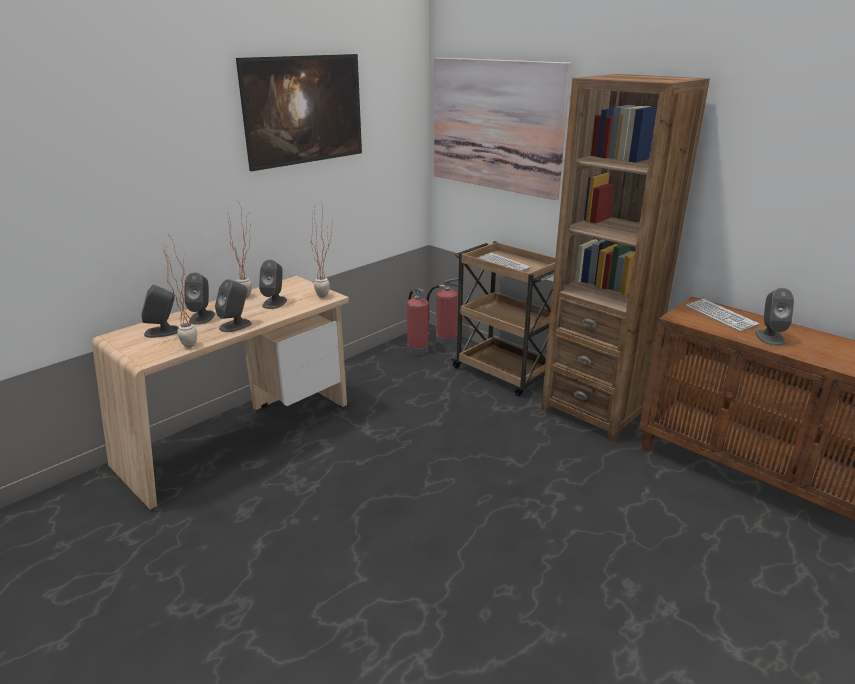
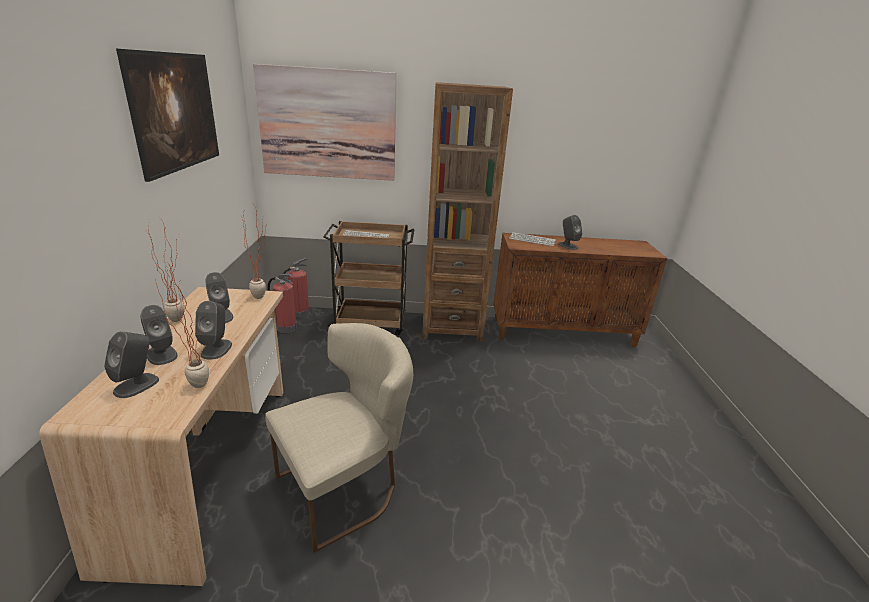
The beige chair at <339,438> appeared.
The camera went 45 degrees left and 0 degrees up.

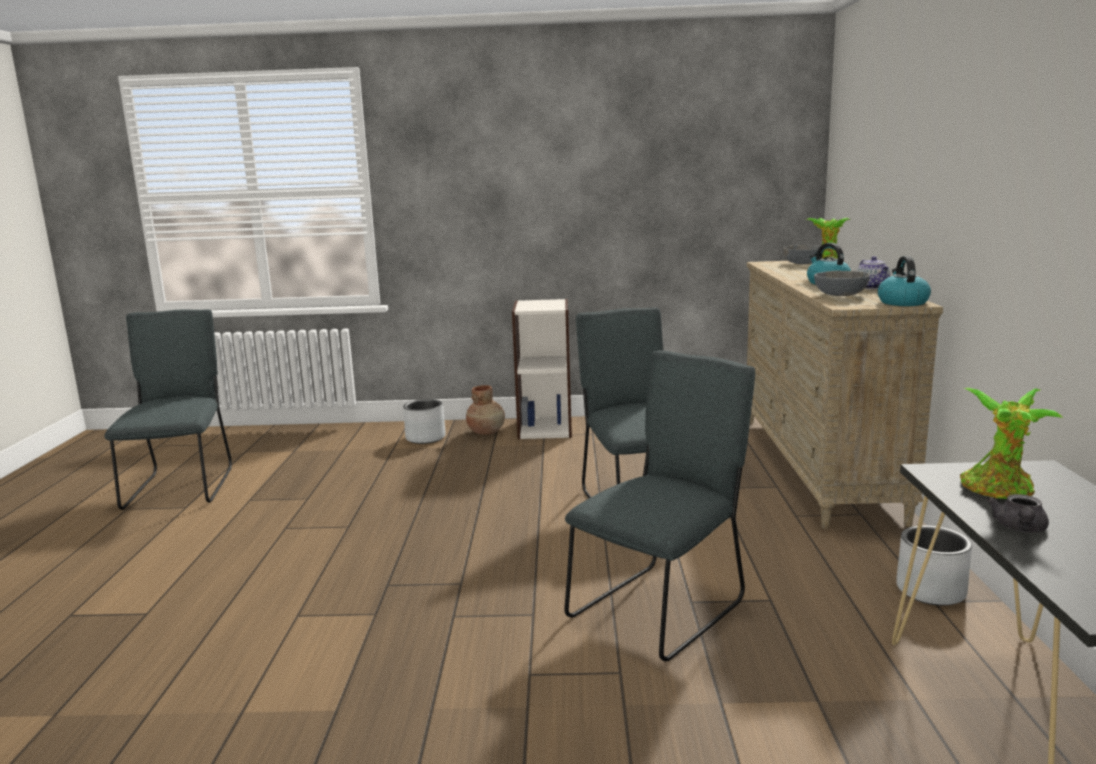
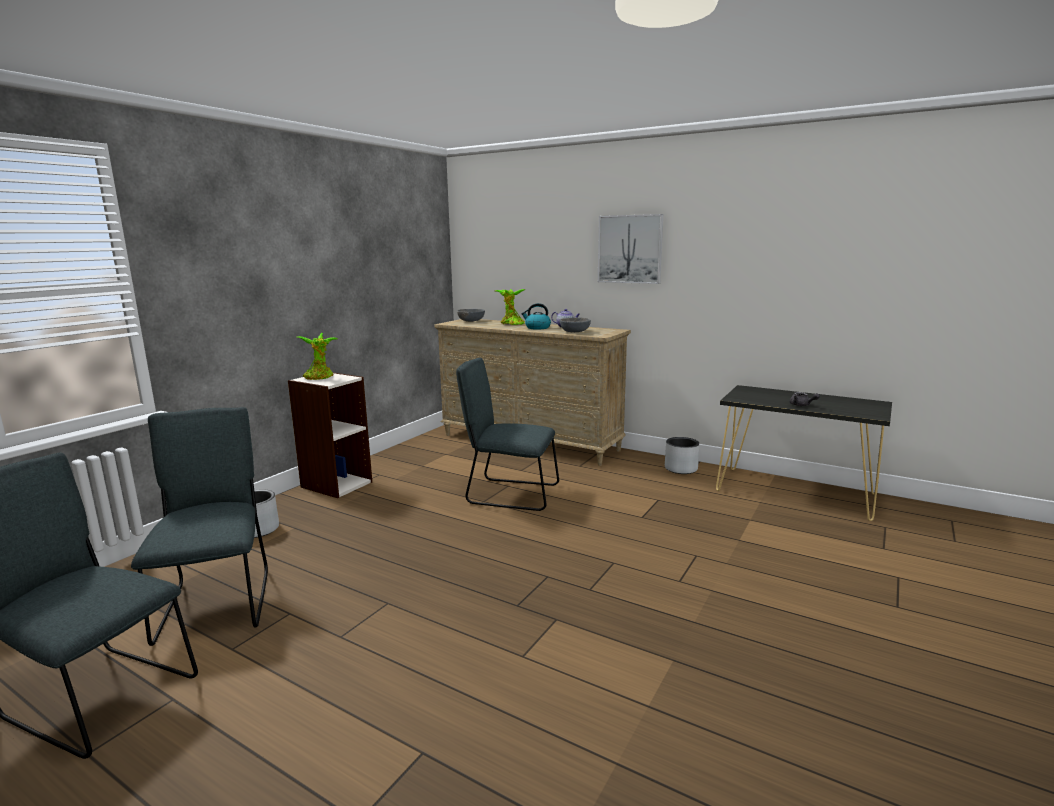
The grey chair moved from <660,505> to <199,526>.
The potted plant moved from <1011,443> to <317,356>.
The picture at <630,249> appeared.
The brown vase at <485,410> disappeared.
The kettle at <904,281> disappeared.
The camera went 60 degrees left and 0 degrees up.

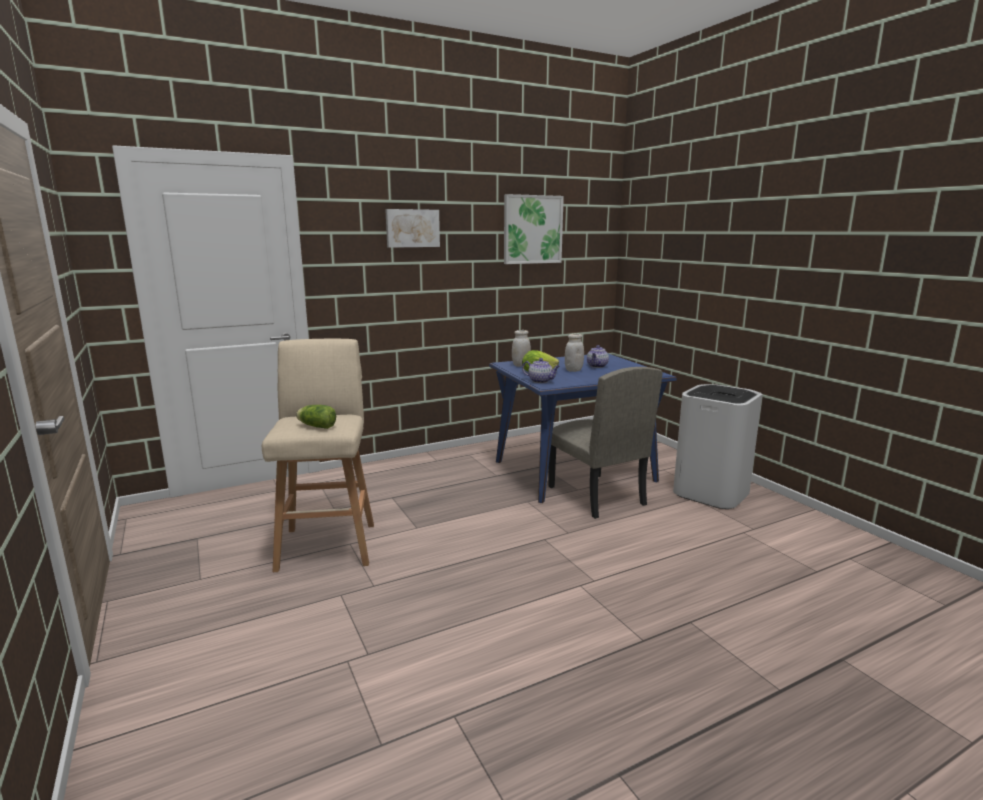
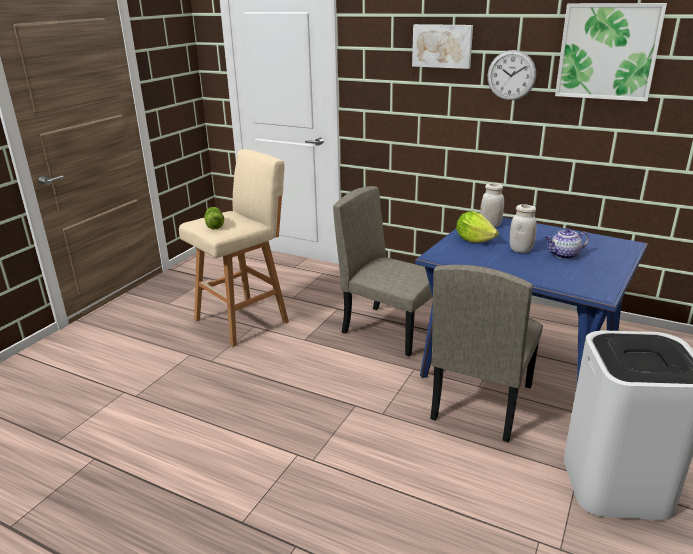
The beige chair at <382,271> appeared.
The wall clock at <511,75> appeared.
The teapot at <541,370> disappeared.
The camera went 55 degrees right and 10 degrees up.

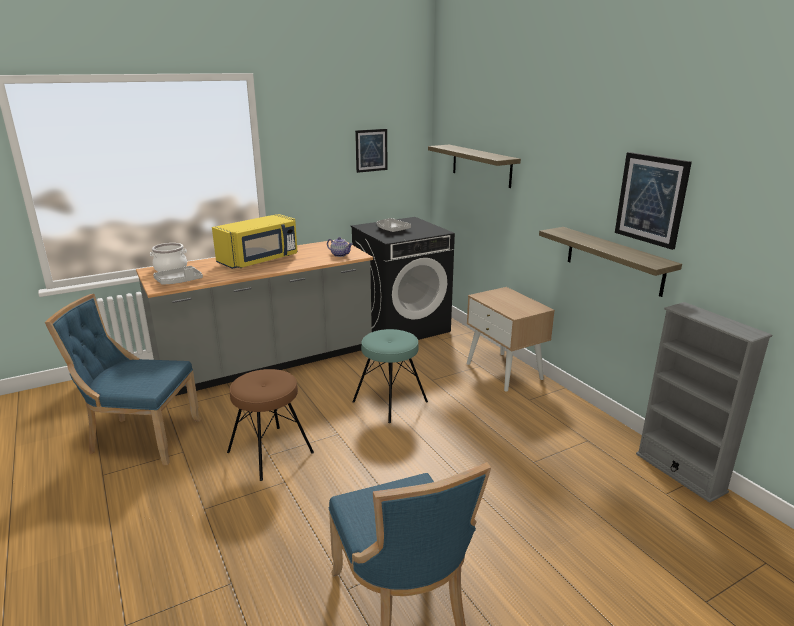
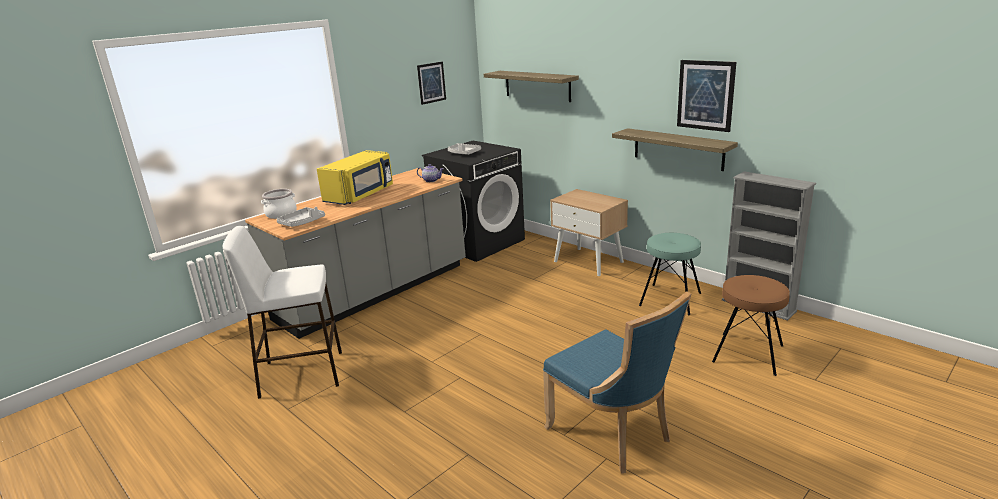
The blue chair at <123,379> was replaced by the white stool at <282,312>.
The turquoise stool moved from <390,376> to <670,274>.
The brown stool moved from <270,425> to <751,325>.
The camera went 15 degrees left and 0 degrees up.

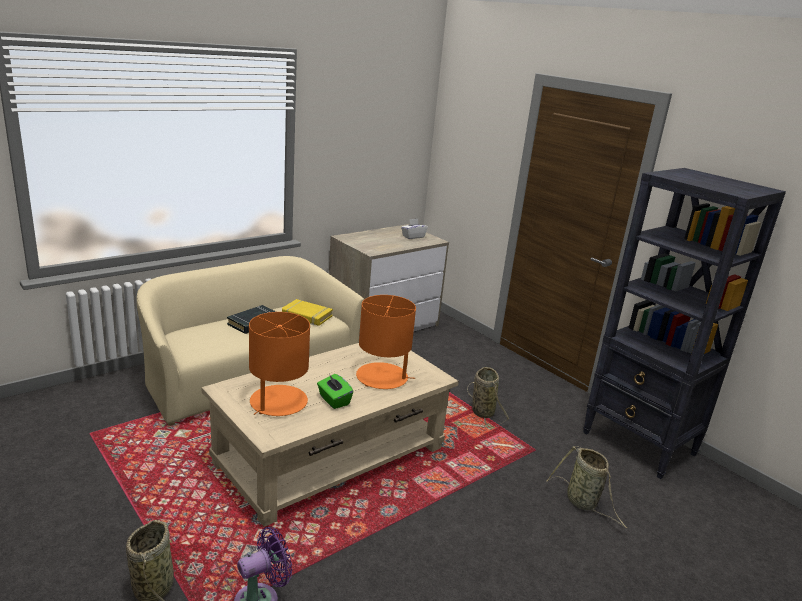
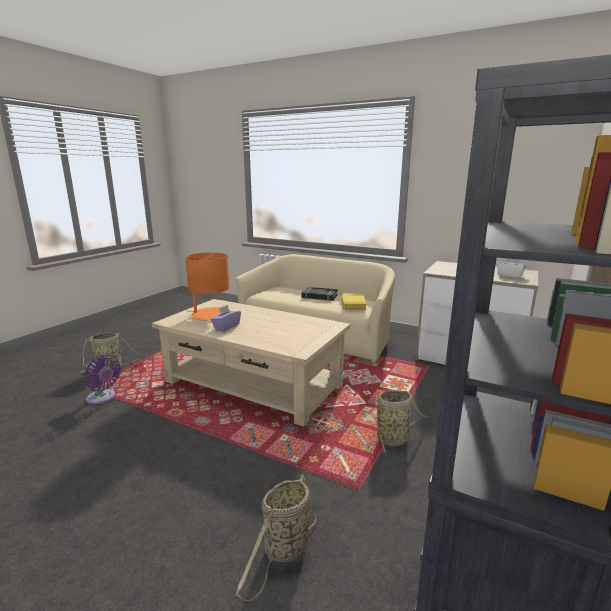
The green tissue box at <335,391> became the purple tissue box at <226,318>.
The orange table lamp at <386,342> disappeared.
The camera went 70 degrees right and 5 degrees down.

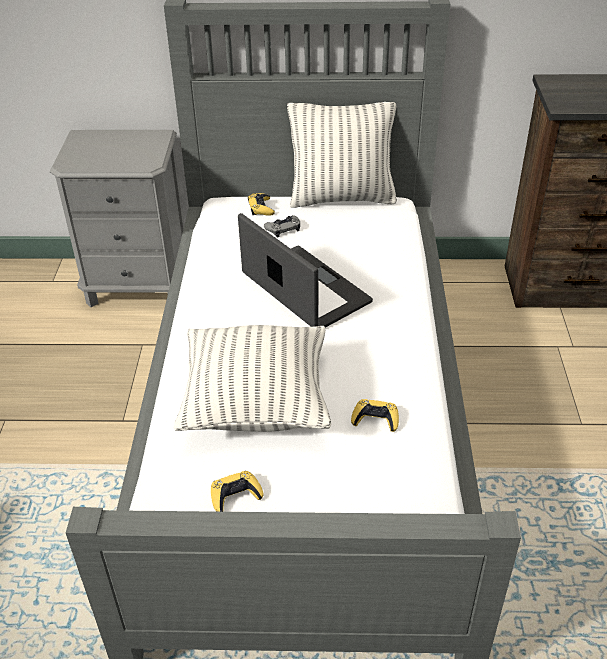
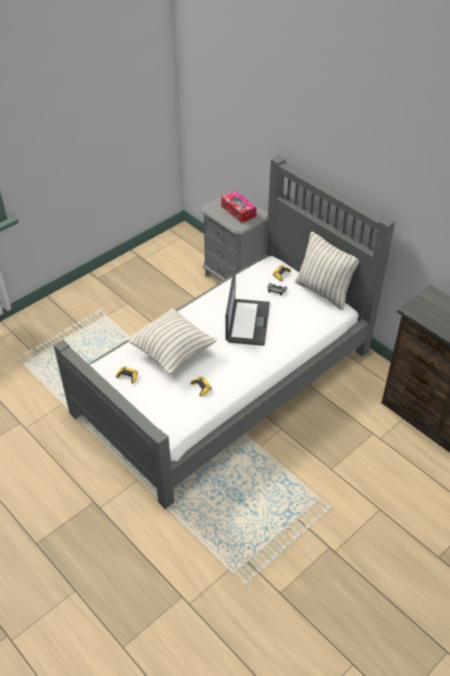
The tissue box at <238,207> appeared.
The camera went 45 degrees right and 5 degrees up.

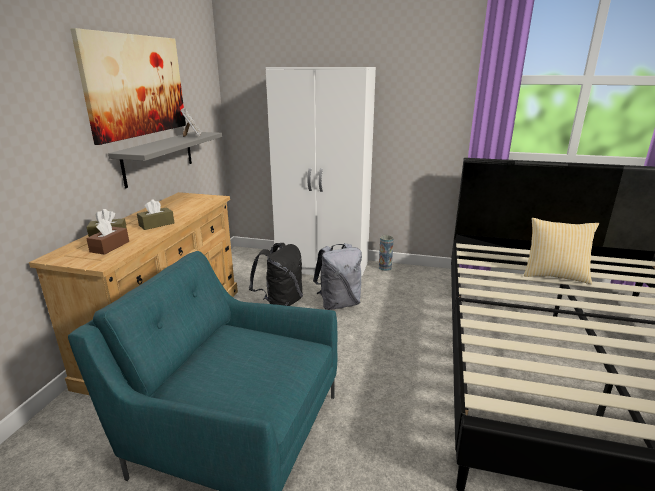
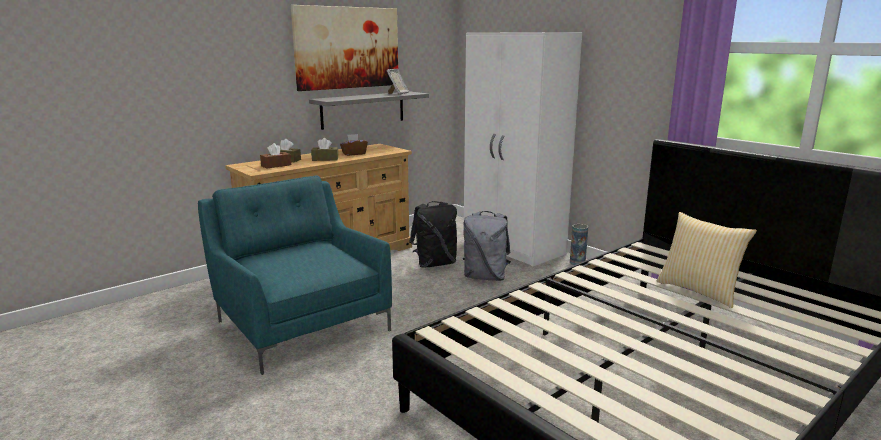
The brown tissue box at <354,145> appeared.
The camera went 35 degrees right and 5 degrees down.

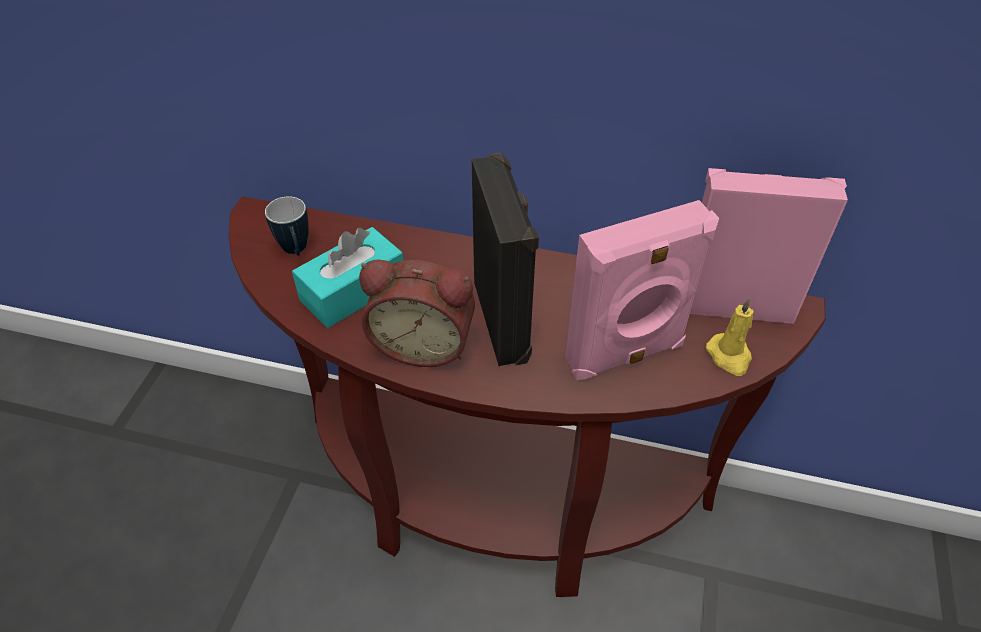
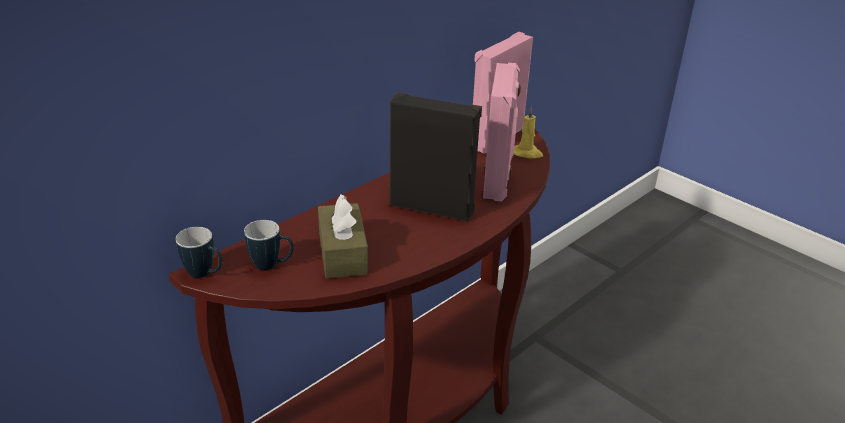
The mug at <198,252> appeared.
The turquoise tissue box at <347,277> became the brown tissue box at <343,236>.
The alarm clock at <417,313> disappeared.
The camera went 60 degrees left and 15 degrees down.

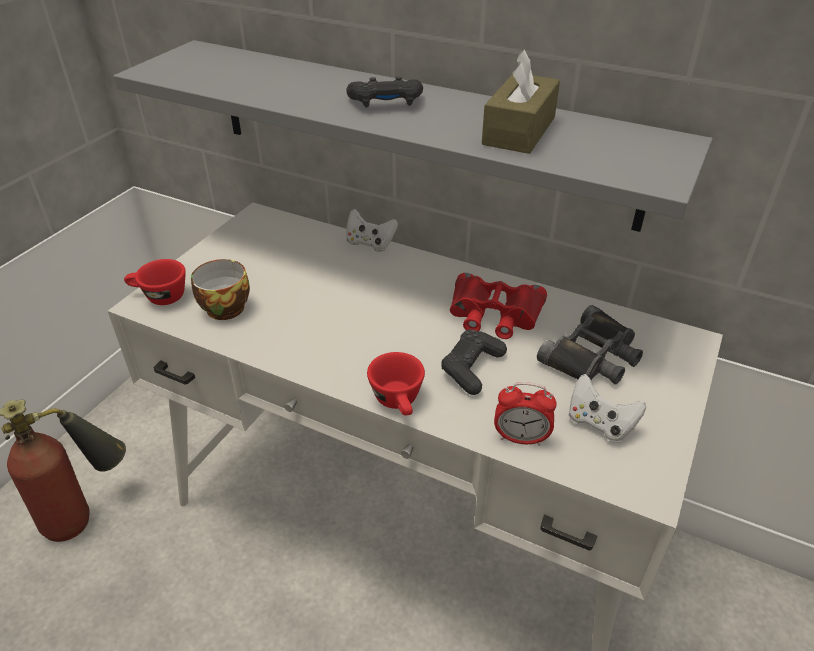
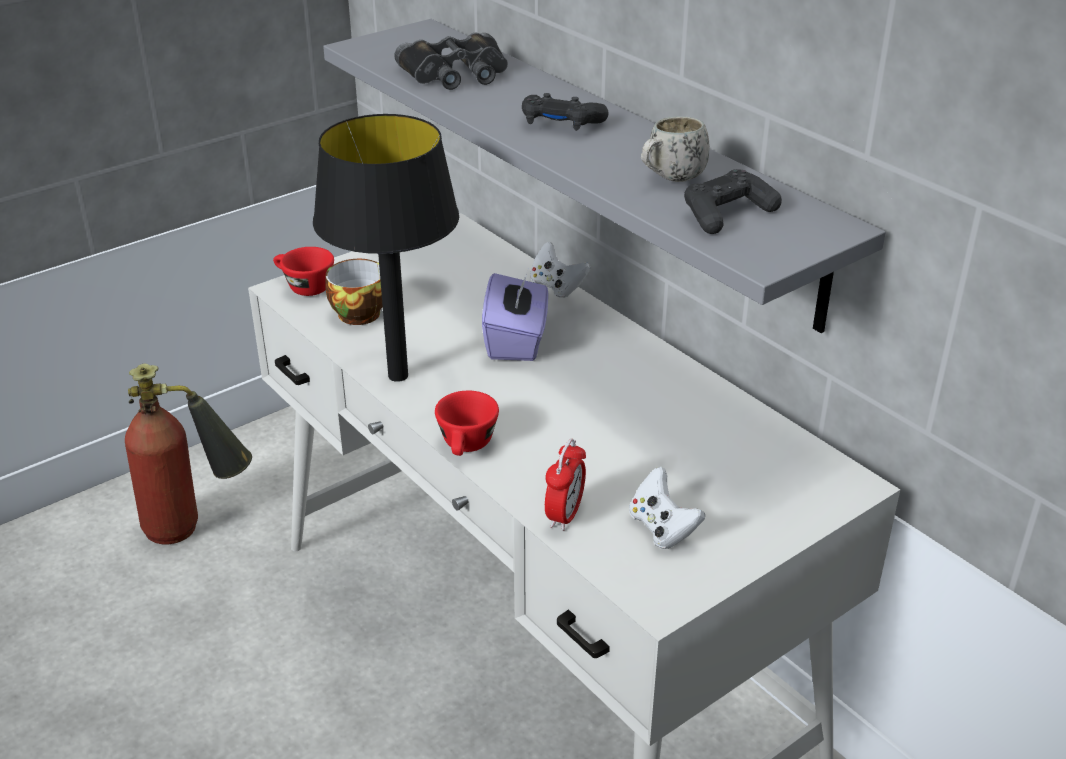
The black table lamp at <386,248> appeared.
The black binoculars moved from <590,344> to <451,61>.
The purple tissue box at <515,315> appeared.
The alarm clock at <525,414> turned 105 degrees counterclockwise.
The brown tissue box at <521,102> was replaced by the white mug at <675,149>.
The black game controller moved from <474,362> to <733,201>.
The red binoculars at <498,306> disappeared.
The camera went 25 degrees right and 5 degrees down.

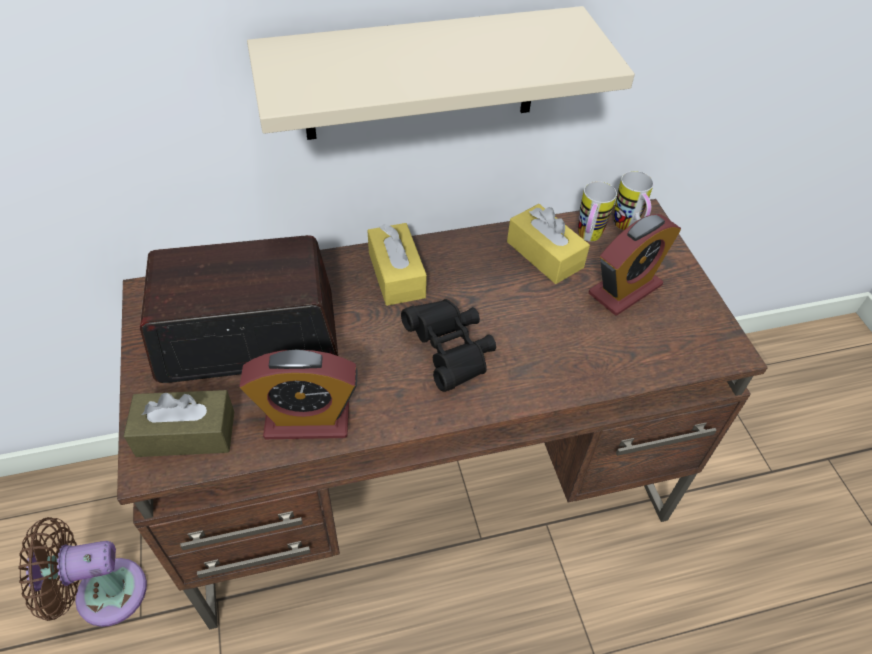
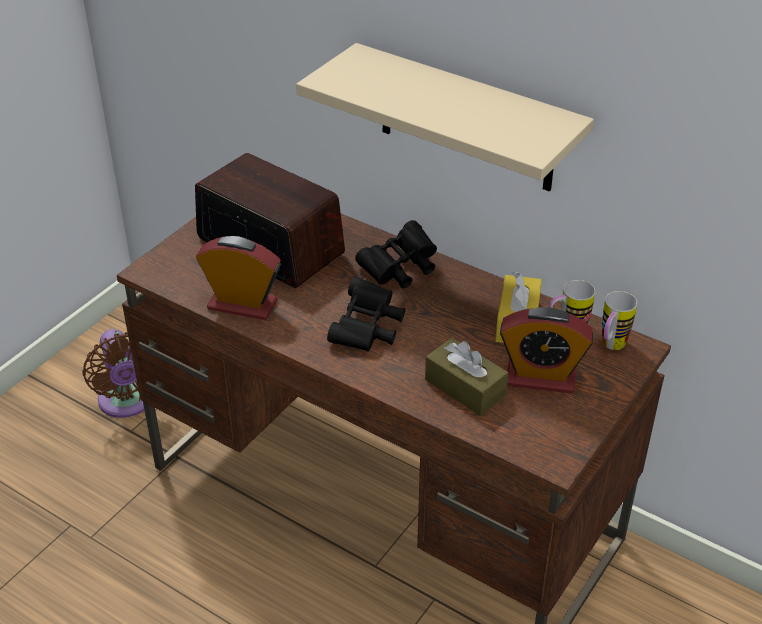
The brown fan at <82,572> turned 150 degrees counterclockwise.
The alarm clock at <298,394> turned 150 degrees clockwise.
The yellow tissue box at <397,264> was replaced by the black binoculars at <396,254>.
The brown tissue box moved from <179,423> to <467,377>.
The camera went 50 degrees right and 10 degrees down.

